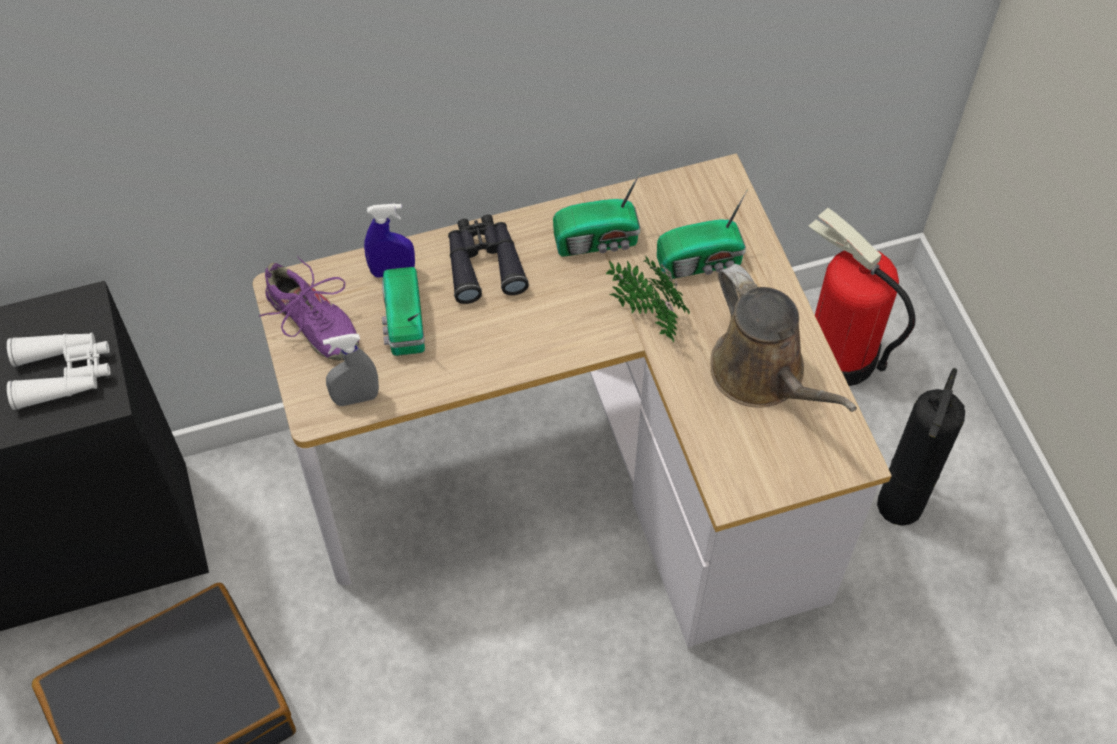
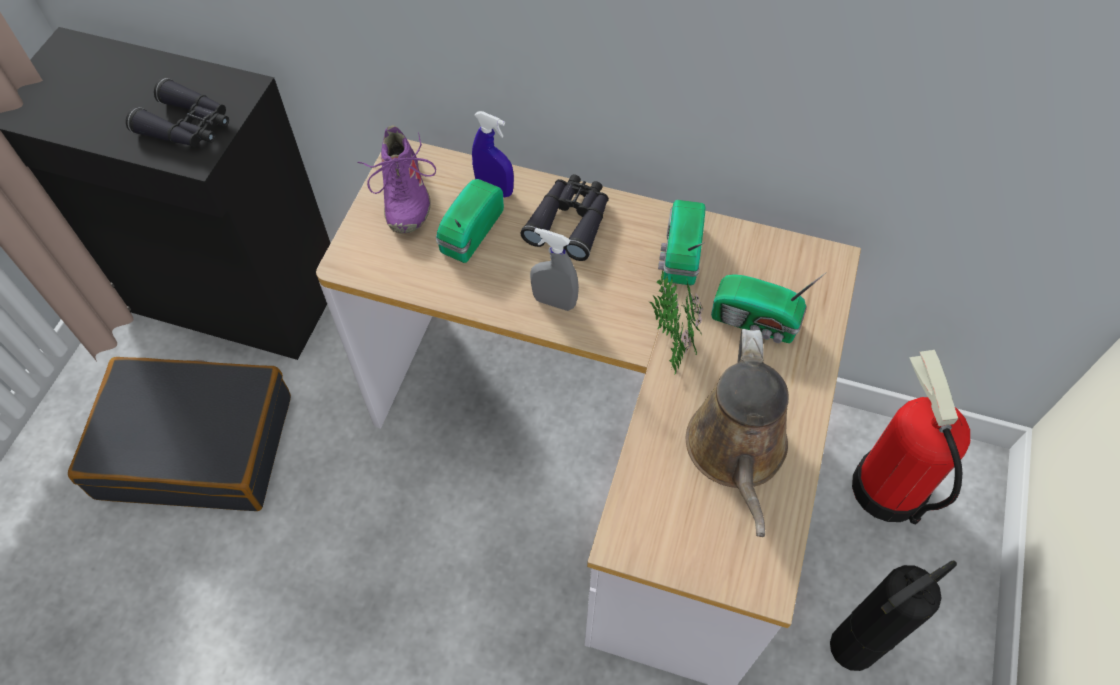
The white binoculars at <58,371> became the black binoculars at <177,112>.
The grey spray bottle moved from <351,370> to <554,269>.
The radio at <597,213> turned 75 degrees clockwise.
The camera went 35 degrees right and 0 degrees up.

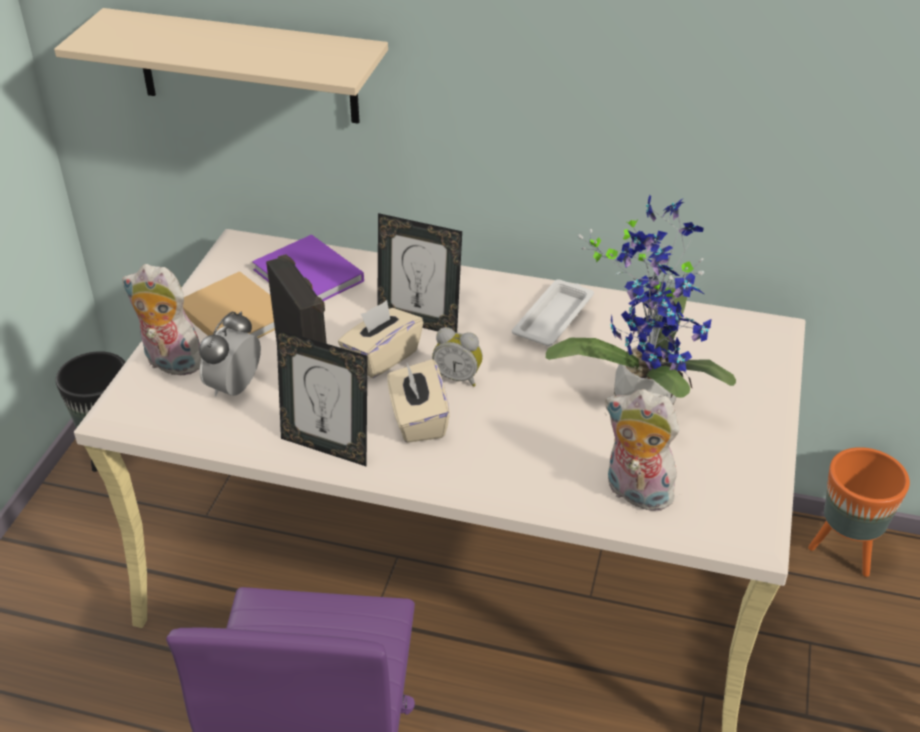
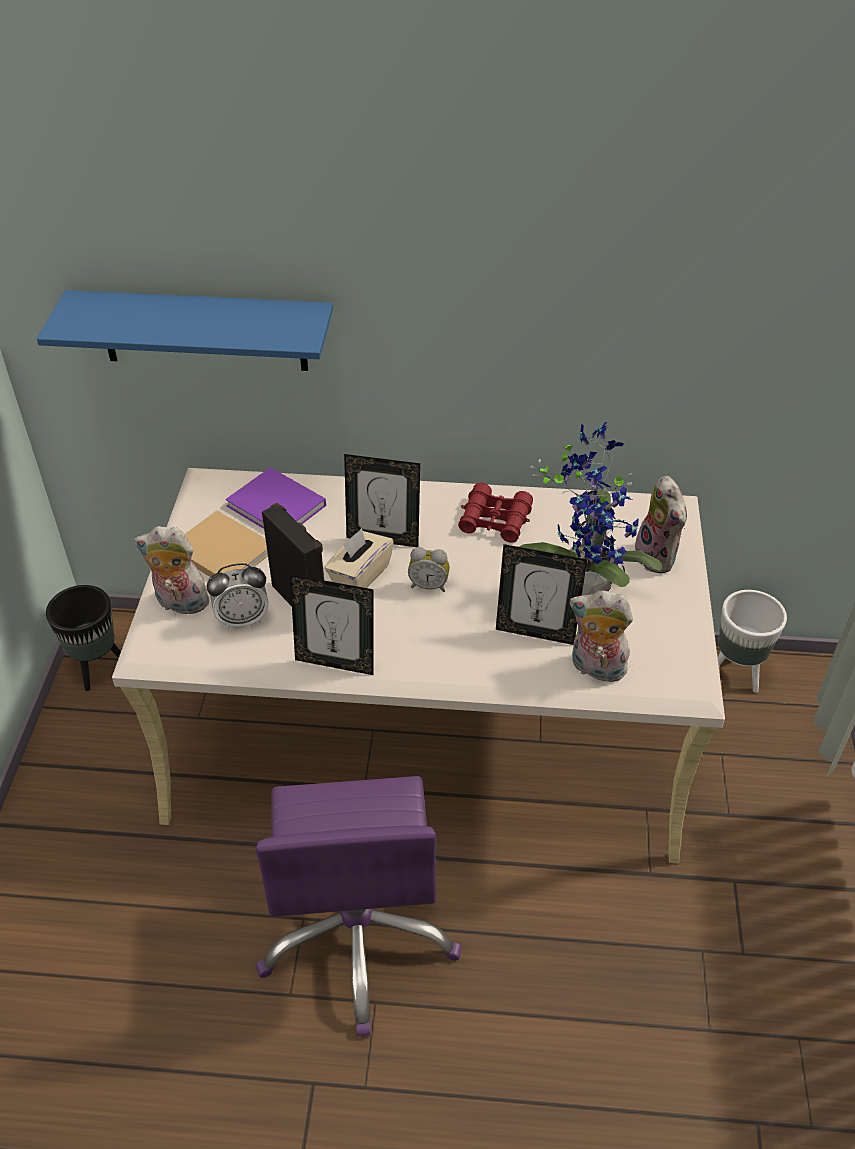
The beige shelf at <221,66> became the blue shelf at <185,330>.
The alarm clock at <230,354> turned 120 degrees counterclockwise.
The white tray at <553,313> was replaced by the red binoculars at <495,512>.
The picture frame at <541,594> appeared.
The plush toy at <661,524> appeared.
The orange planter at <859,512> became the white planter at <752,641>.
The beige tissue box at <419,401> disappeared.
The camera went 10 degrees left and 5 degrees up.

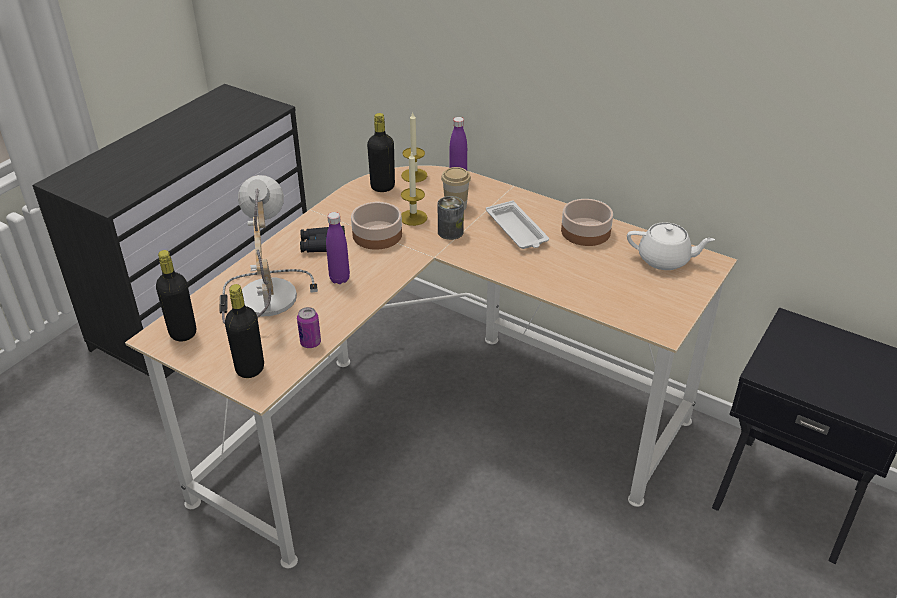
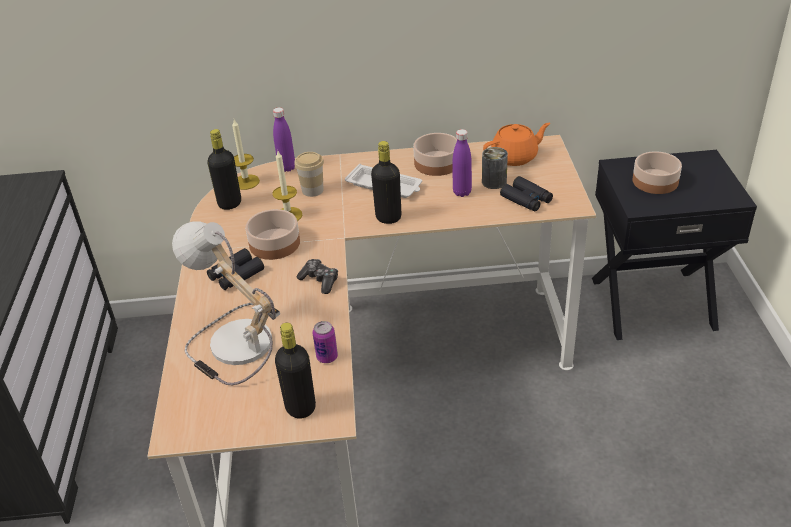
The game controller at <317,276> appeared.
The black bottle moved from <176,295> to <386,182>.
The purple bottle moved from <338,248> to <462,163>.
The can moved from <451,218> to <495,168>.
The white teapot at <671,246> became the orange teapot at <516,144>.
The black binoculars at <526,194> appeared.
The bowl at <657,172> appeared.
The camera went 35 degrees left and 0 degrees up.

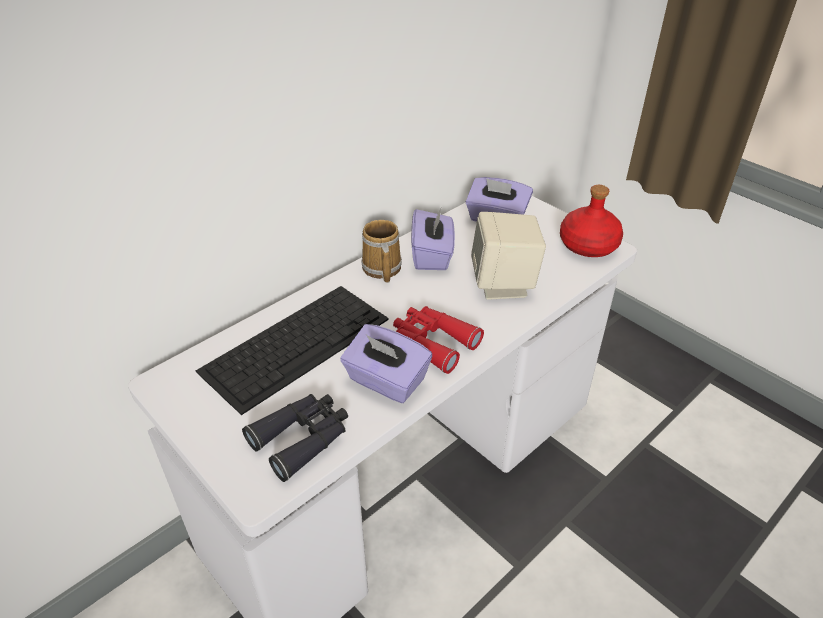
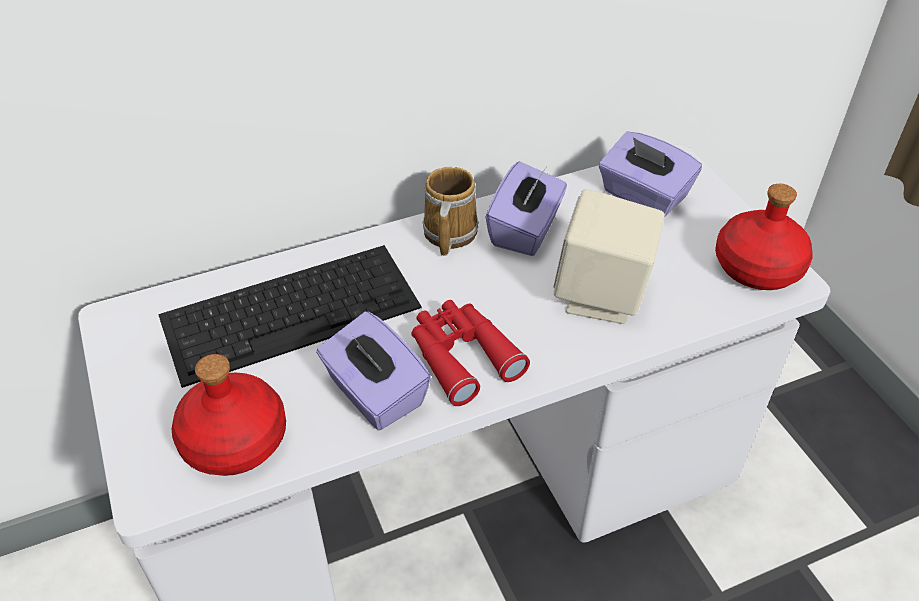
The black binoculars at <295,438> was replaced by the red bottle at <229,415>.
The camera went 20 degrees right and 5 degrees up.

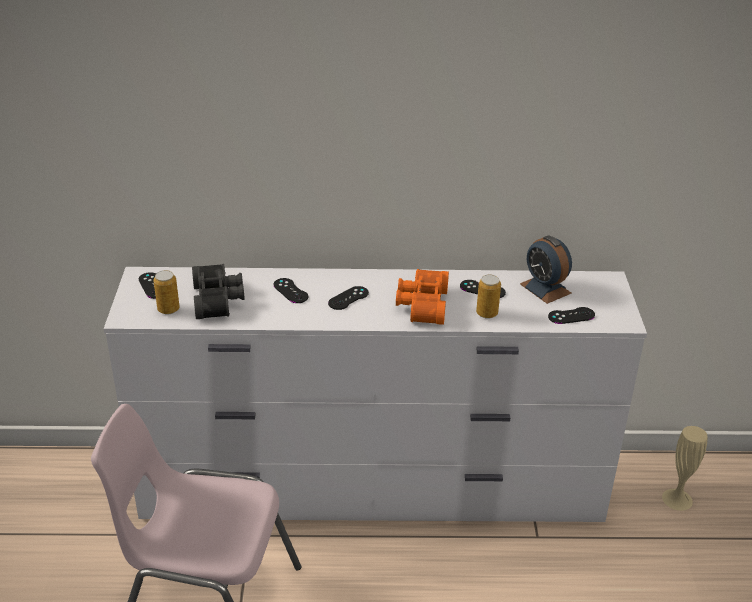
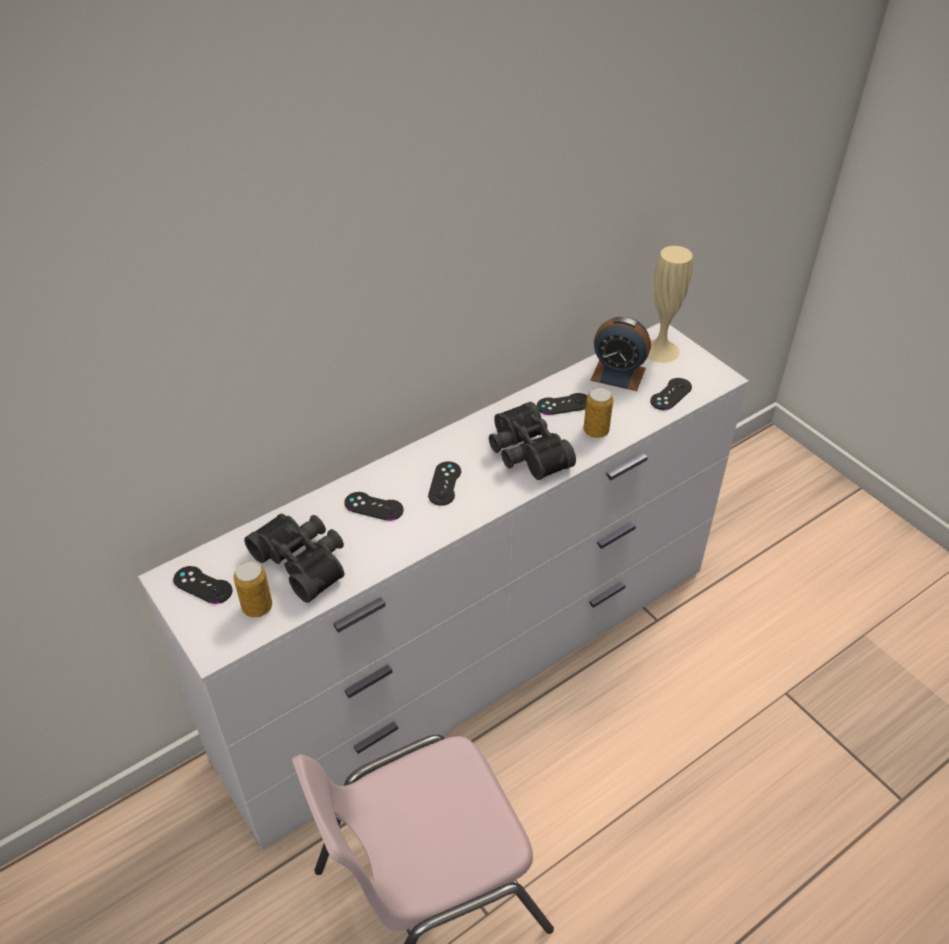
The orange binoculars at <422,297> became the black binoculars at <532,441>.
The beige vase moved from <685,468> to <670,304>.
The camera went 35 degrees left and 10 degrees up.

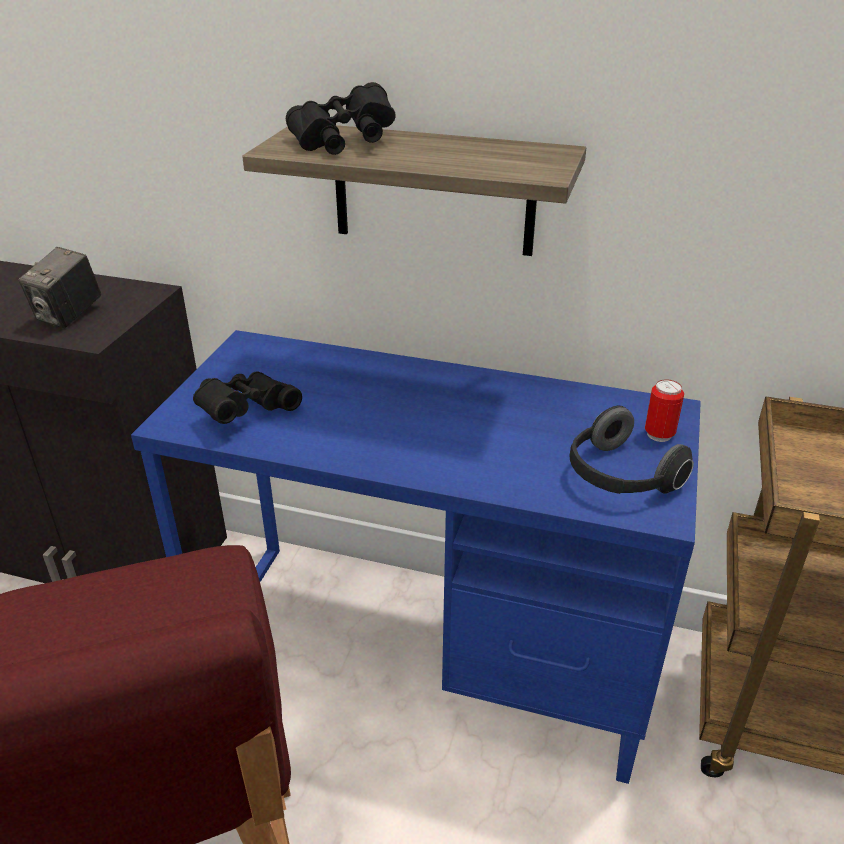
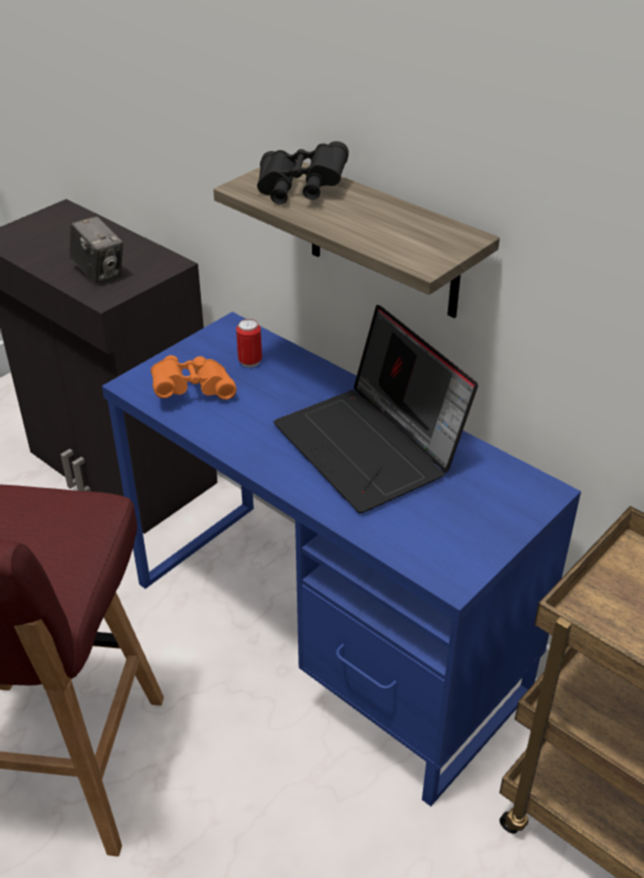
The photo camera at <60,287> turned 90 degrees counterclockwise.
The black binoculars at <247,397> became the orange binoculars at <194,377>.
The can moved from <664,410> to <249,343>.
The laptop at <375,409> appeared.
The headphones at <632,450> disappeared.
The camera went 25 degrees right and 5 degrees up.

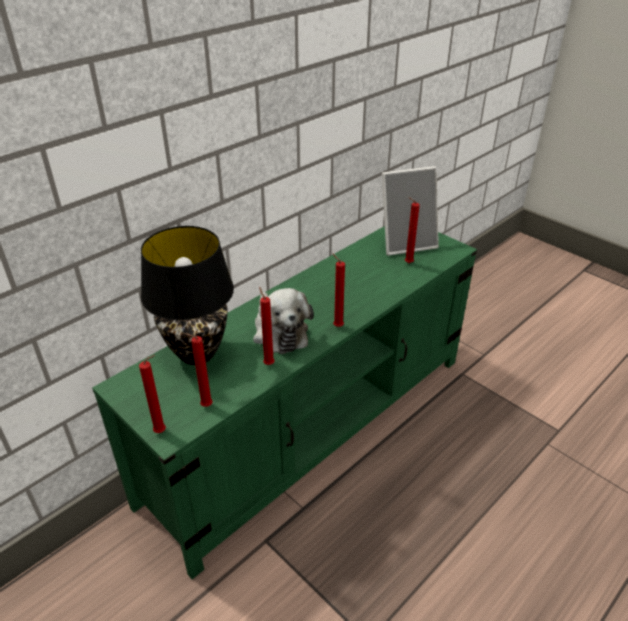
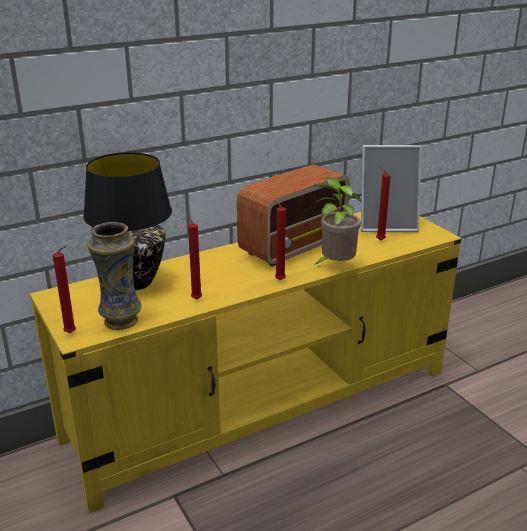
The green tv stand at <284,402> became the yellow tv stand at <246,362>.
The red candle at <198,370> was replaced by the vase at <114,276>.
The radio at <293,215> appeared.
The potted plant at <337,221> appeared.
The plush toy at <283,321> disappeared.
The camera went 15 degrees right and 10 degrees down.

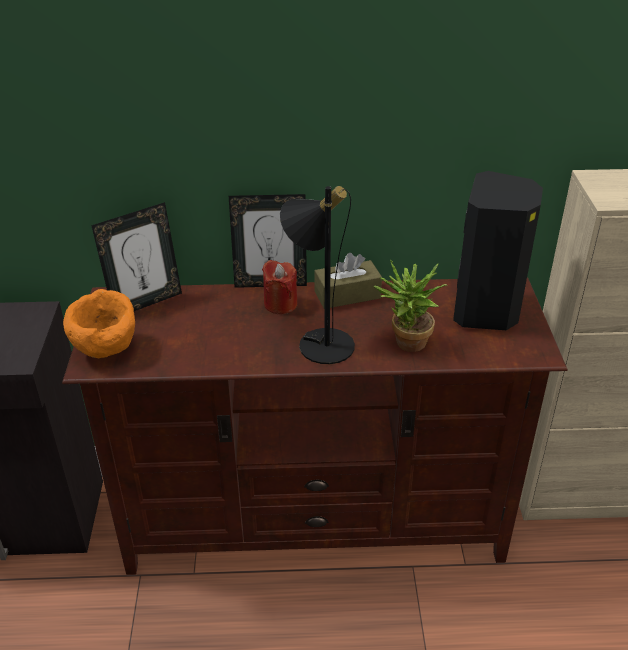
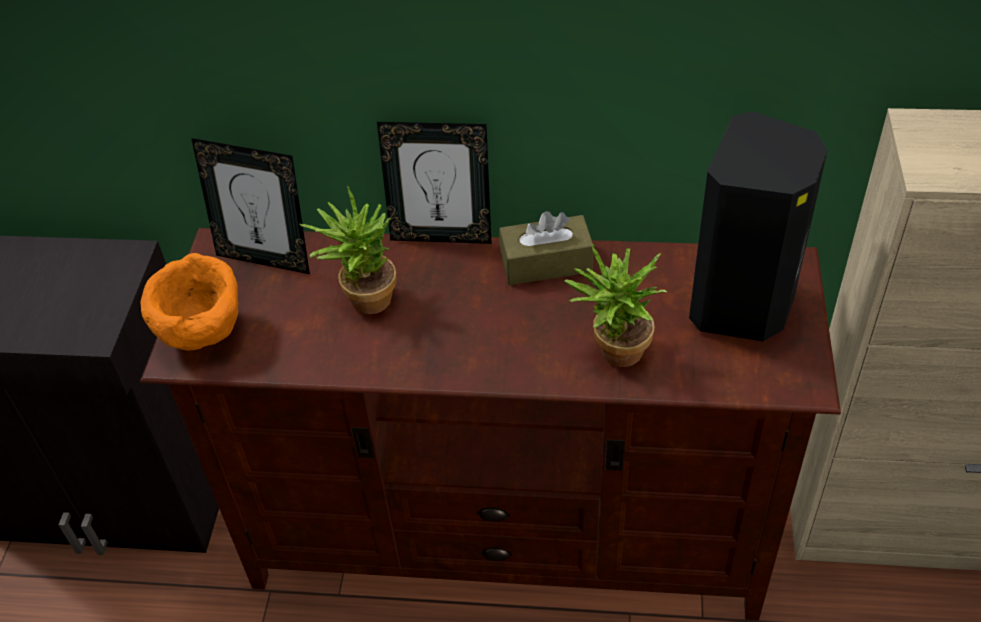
The picture frame at <136,256> turned 45 degrees clockwise.
The potted plant at <348,250> appeared.
The red candle at <279,287> disappeared.
The black table lamp at <317,275> disappeared.
The camera went 10 degrees right and 10 degrees up.

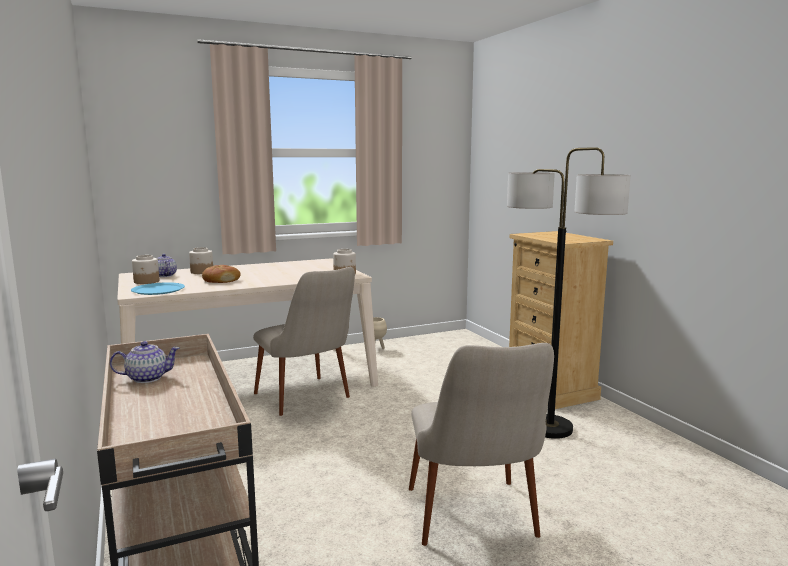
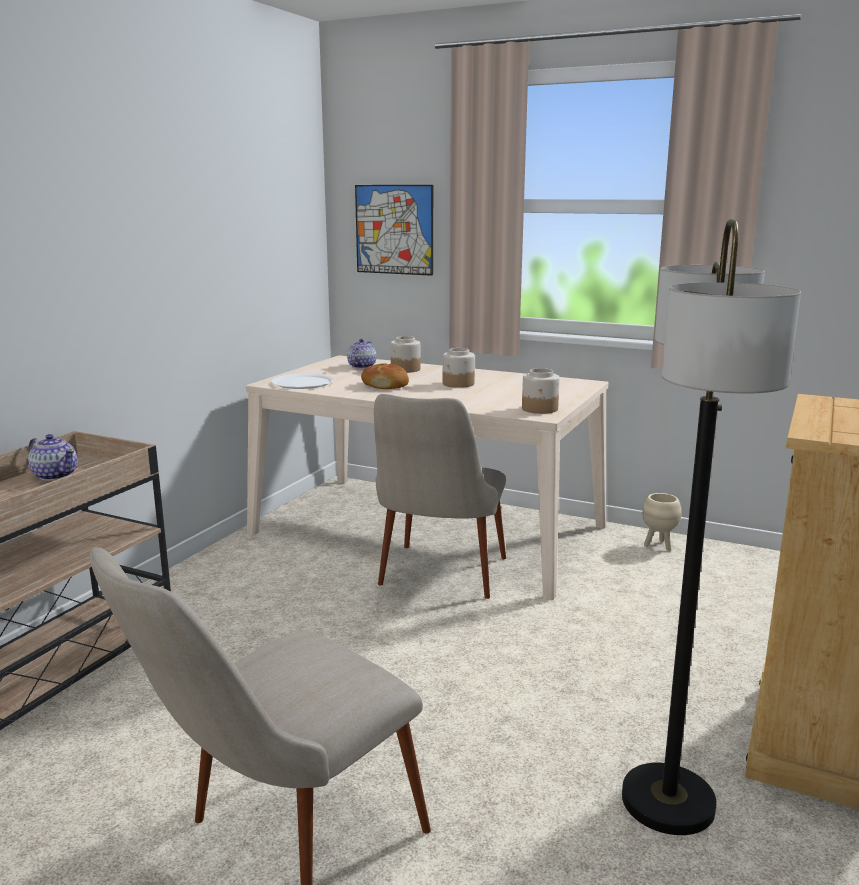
The blue plate at <158,288> became the white plate at <302,381>.
The picture at <394,230> appeared.
The jar moved from <145,269> to <459,368>.
The camera went 50 degrees right and 5 degrees up.

